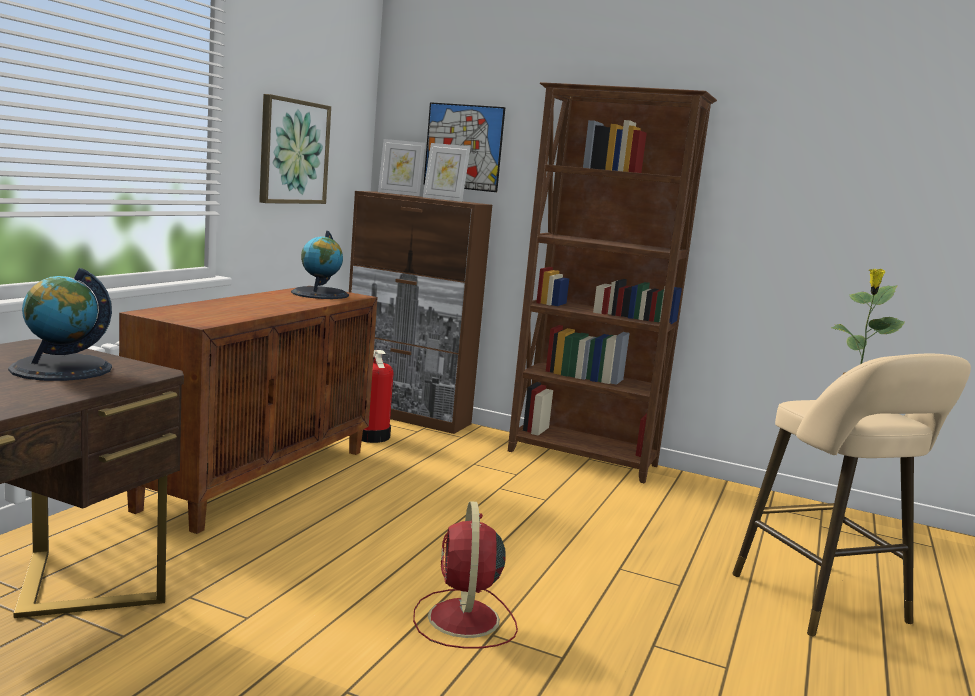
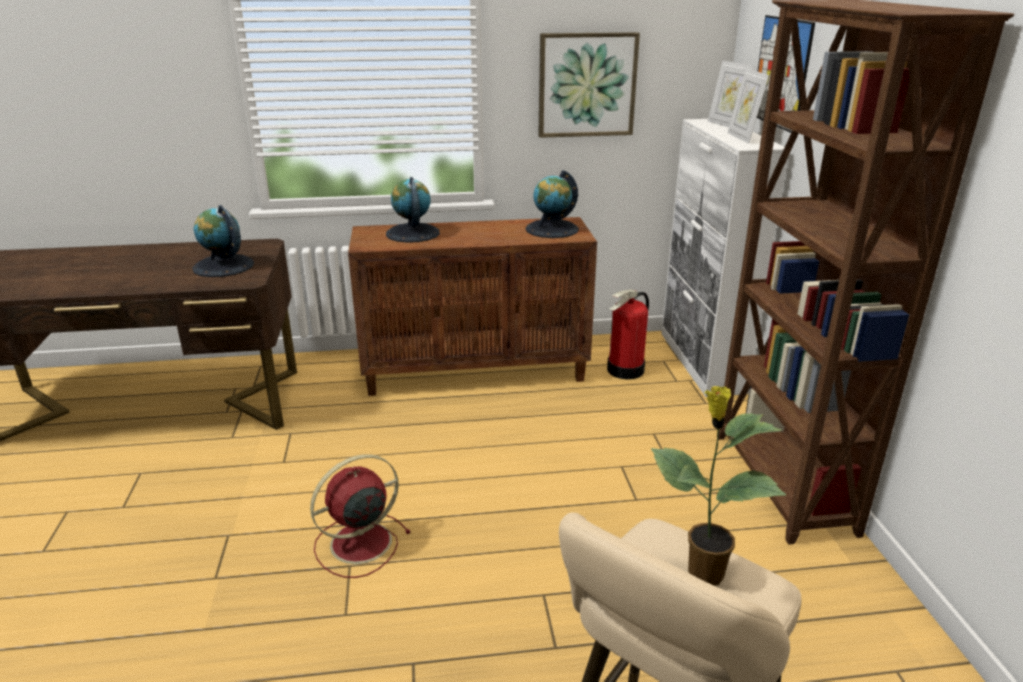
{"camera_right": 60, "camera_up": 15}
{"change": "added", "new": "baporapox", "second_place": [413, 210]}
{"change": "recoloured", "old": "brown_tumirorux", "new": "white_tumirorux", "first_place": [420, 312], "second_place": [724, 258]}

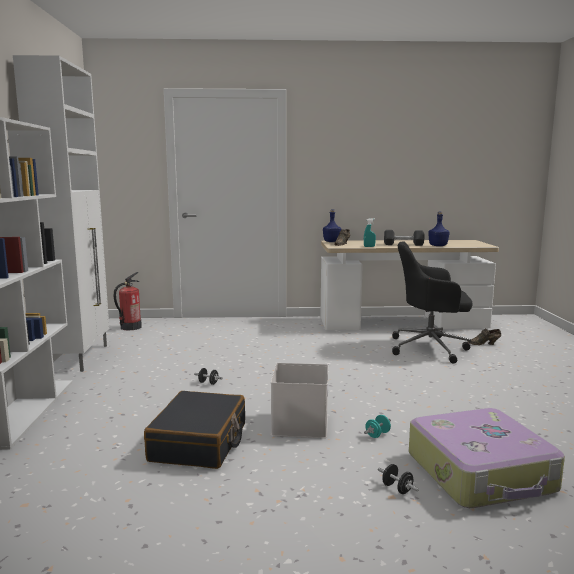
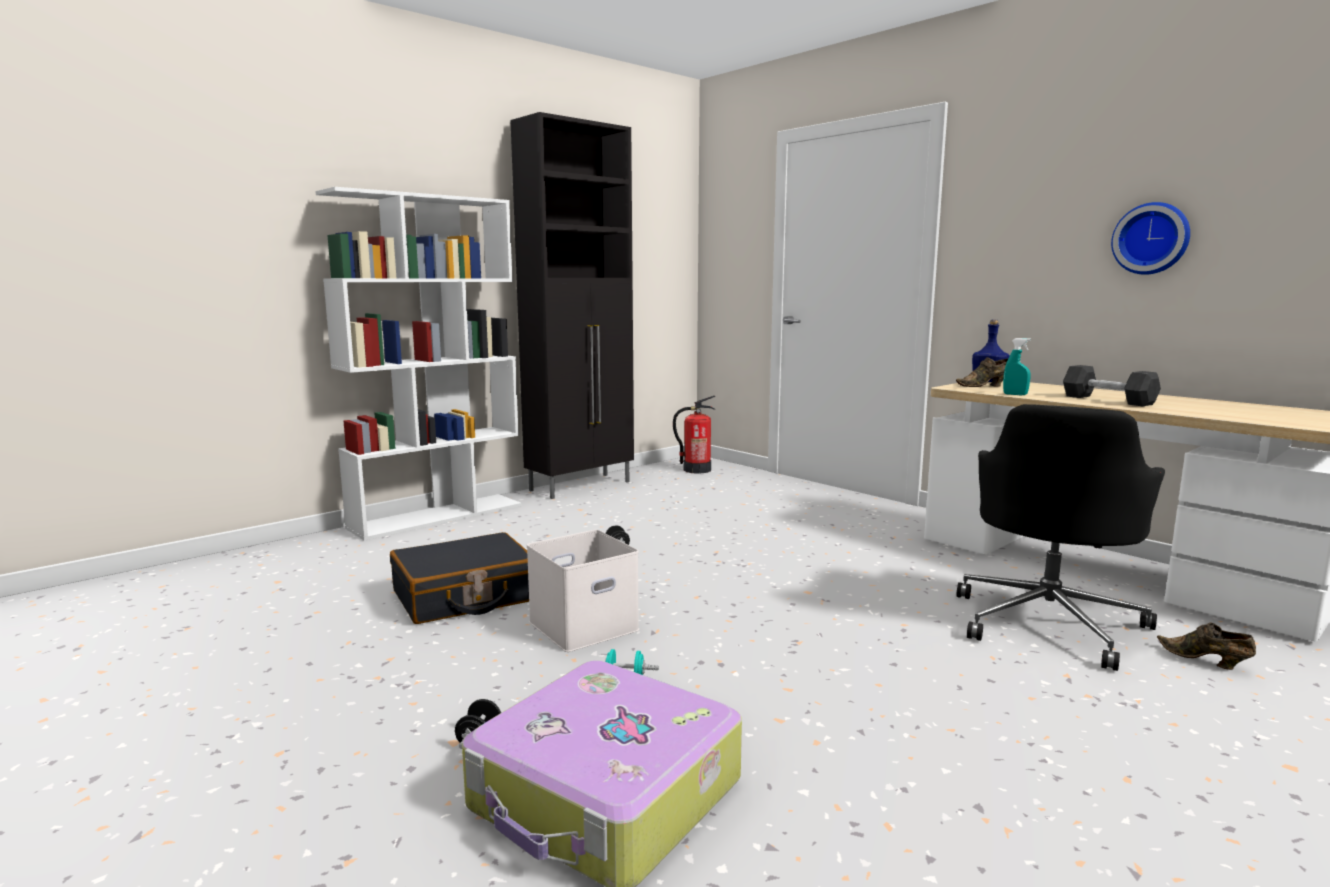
{"camera_right": 50, "camera_up": 0}
{"change": "removed", "old": "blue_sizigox", "first_place": [439, 229]}
{"change": "added", "new": "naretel", "second_place": [1150, 238]}
{"change": "recoloured", "old": "white_tumirorux", "new": "black_tumirorux", "first_place": [61, 213], "second_place": [572, 305]}
{"change": "turned", "old": "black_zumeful", "first_place": [432, 303], "second_place": [1061, 537], "degrees": -120}

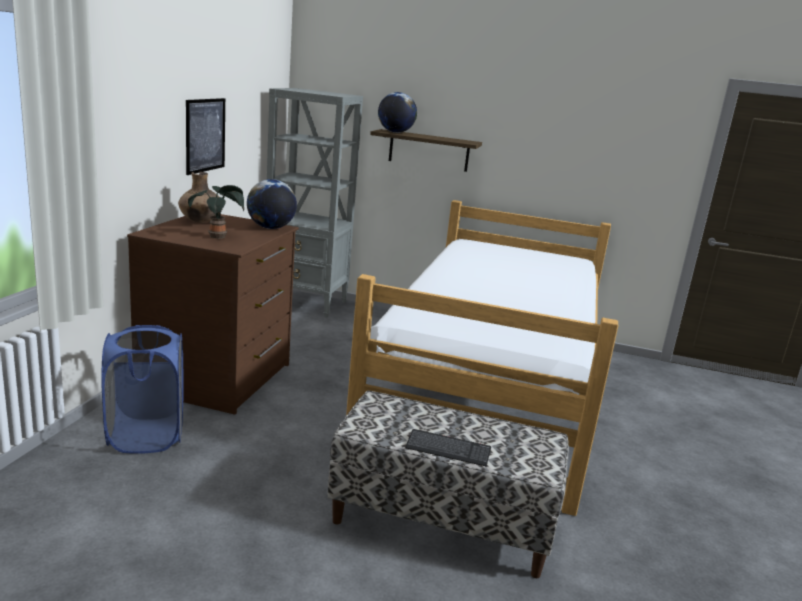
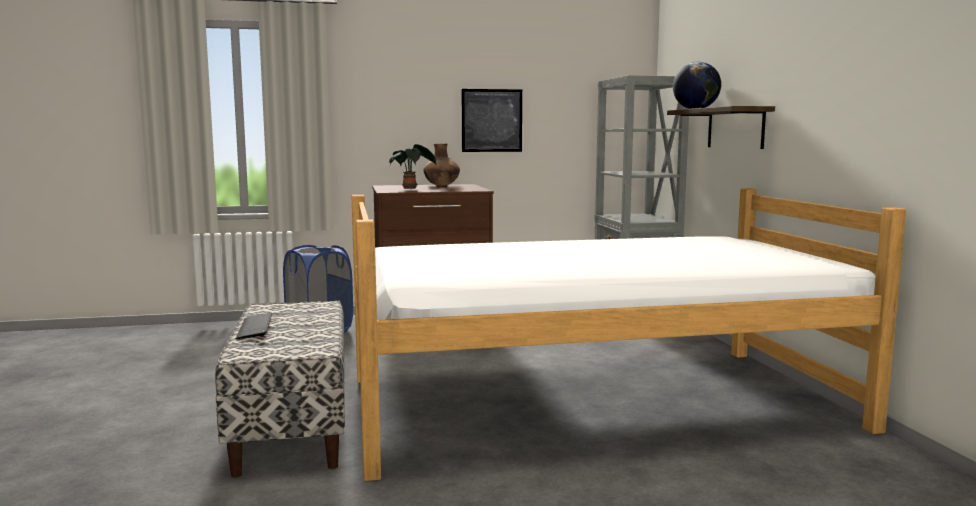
{"camera_right": 65, "camera_up": -10}
{"change": "removed", "old": "baporapox", "first_place": [272, 204]}

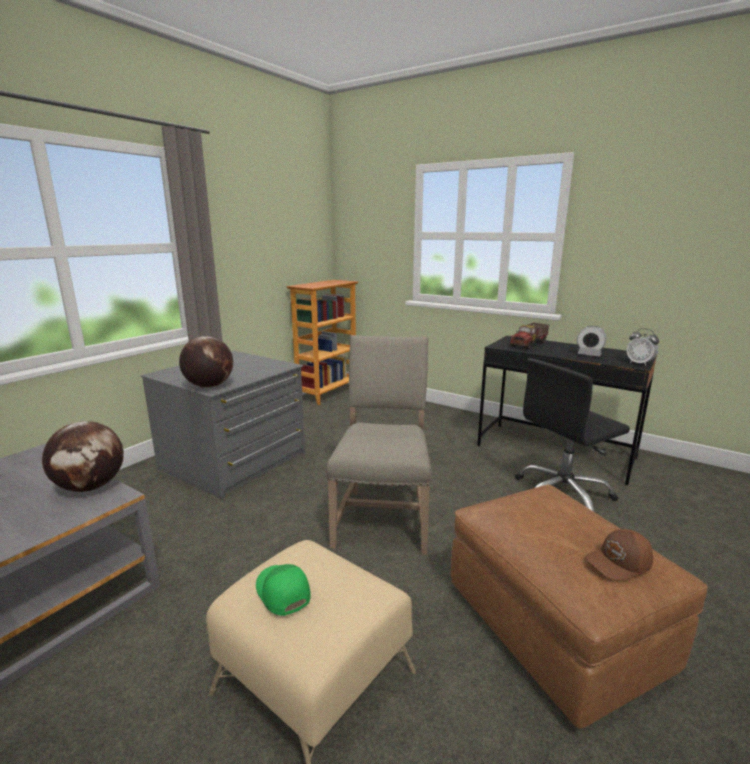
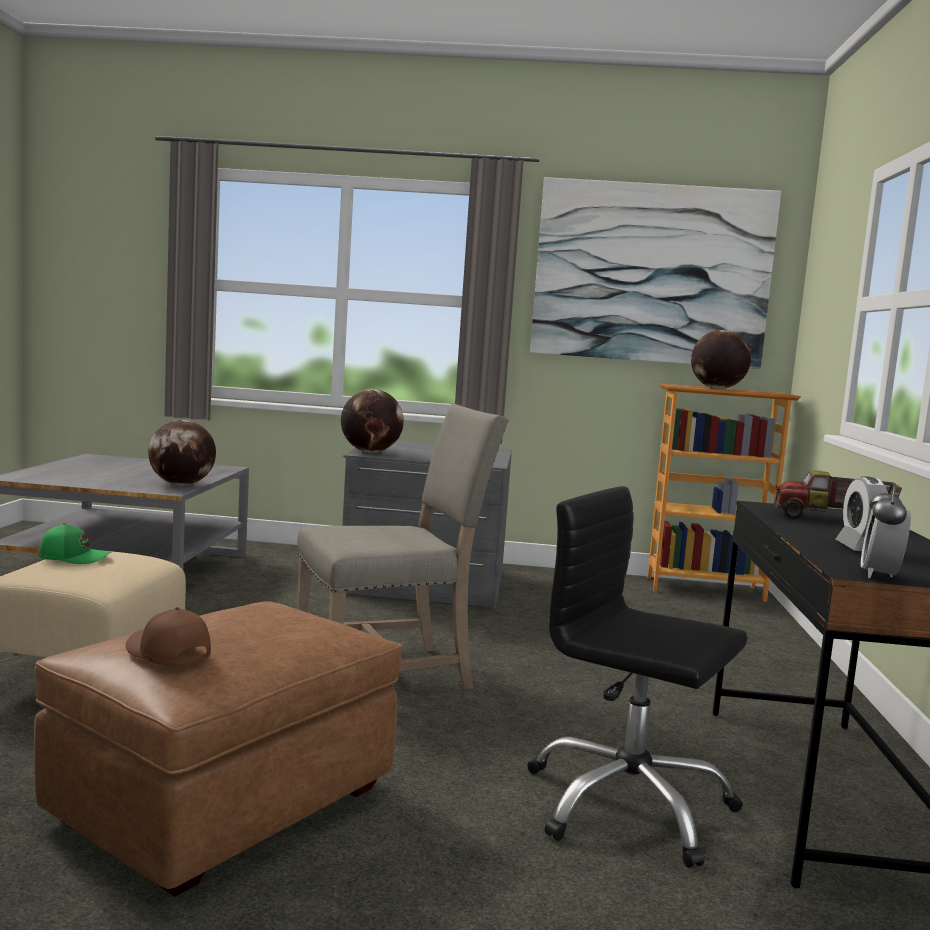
{"camera_right": 60, "camera_up": -10}
{"change": "added", "new": "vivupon", "second_place": [655, 273]}
{"change": "added", "new": "baporapox", "second_place": [721, 359]}
{"change": "turned", "old": "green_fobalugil", "first_place": [283, 590], "second_place": [75, 543], "degrees": 60}

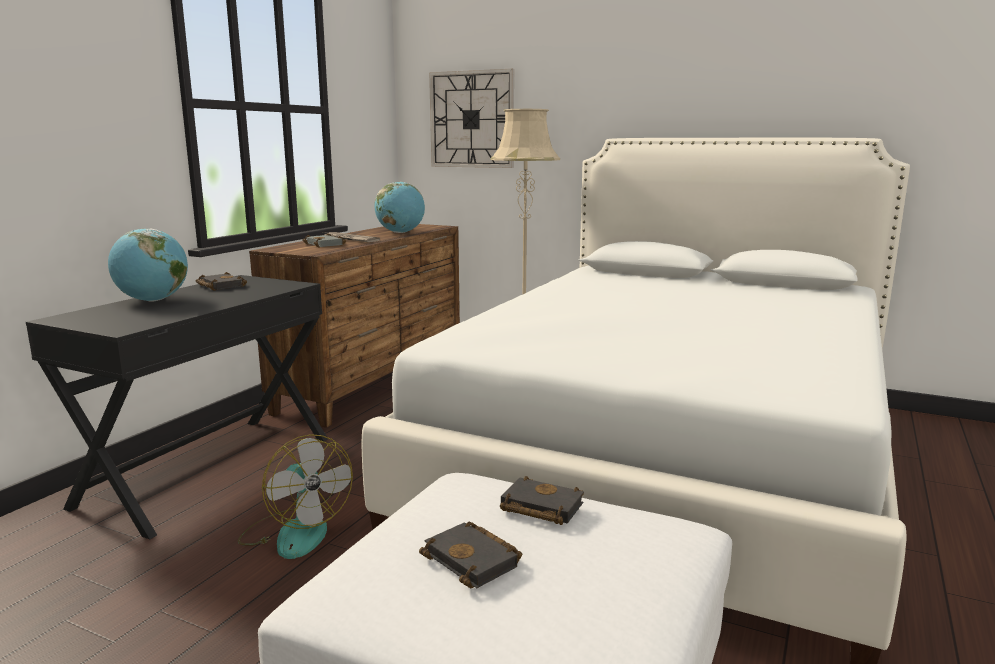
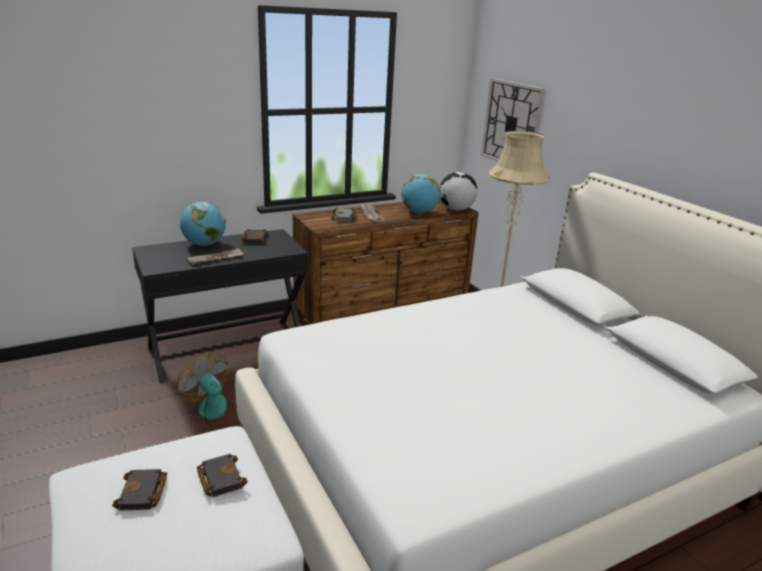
{"camera_right": 35, "camera_up": 10}
{"change": "added", "new": "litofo", "second_place": [216, 257]}
{"change": "added", "new": "baporapox", "second_place": [459, 191]}
{"change": "turned", "old": "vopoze", "first_place": [295, 496], "second_place": [208, 391], "degrees": 135}

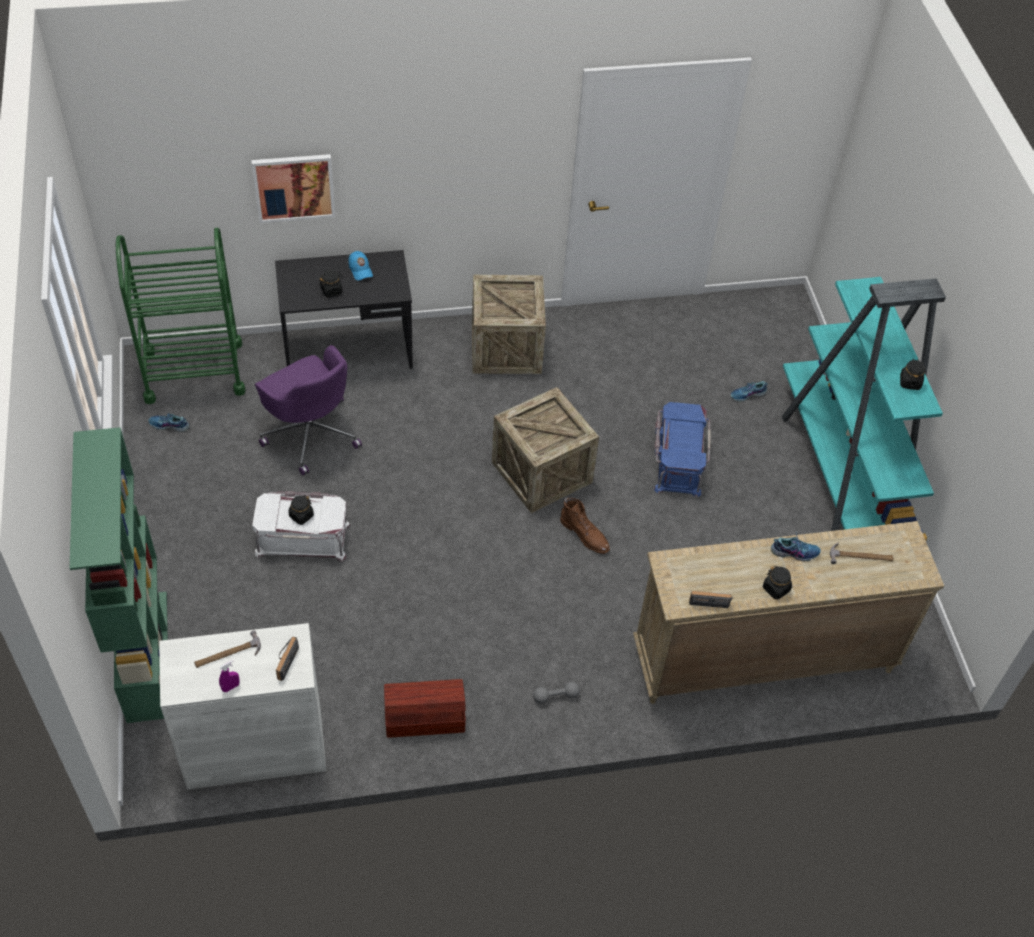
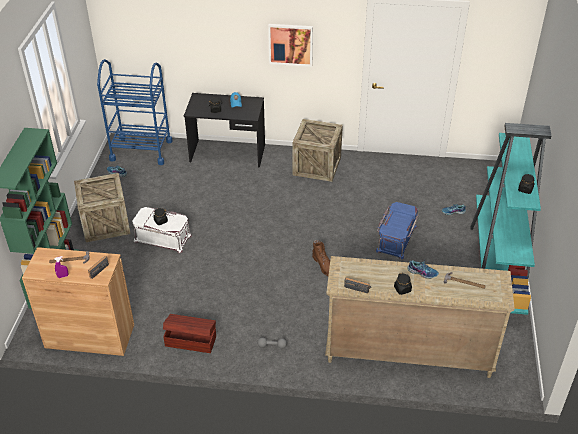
{"camera_right": 20, "camera_up": -10}
{"change": "removed", "old": "purple_zumeful", "first_place": [308, 410]}
{"change": "moved", "old": "vivupon", "first_place": [293, 188], "second_place": [290, 45]}
{"change": "moved", "old": "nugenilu", "first_place": [545, 450], "second_place": [102, 207]}
{"change": "recoloured", "old": "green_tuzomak", "new": "blue_tuzomak", "first_place": [181, 315], "second_place": [135, 112]}
{"change": "recoloured", "old": "white_tumirorux", "new": "brown_tumirorux", "first_place": [242, 706], "second_place": [78, 301]}

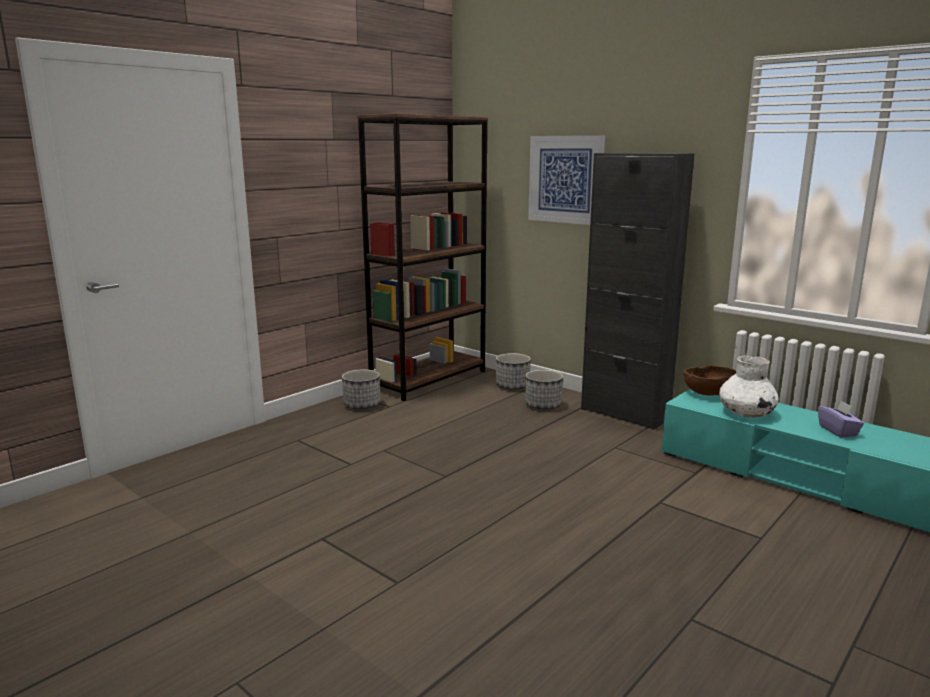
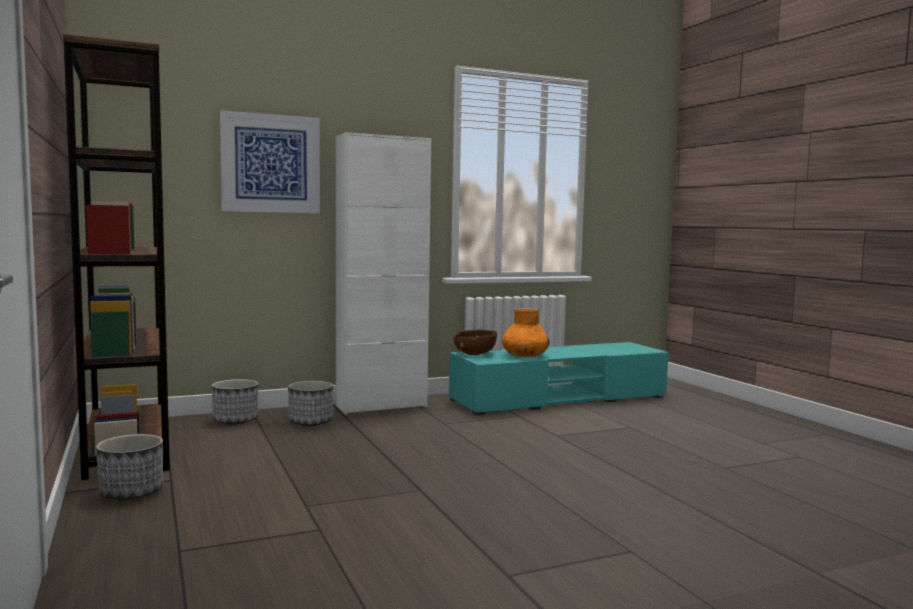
{"camera_right": -65, "camera_up": -10}
{"change": "removed", "old": "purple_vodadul", "first_place": [841, 418]}
{"change": "recoloured", "old": "black_tumirorux", "new": "white_tumirorux", "first_place": [637, 291], "second_place": [383, 273]}
{"change": "recoloured", "old": "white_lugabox", "new": "orange_lugabox", "first_place": [749, 386], "second_place": [526, 332]}

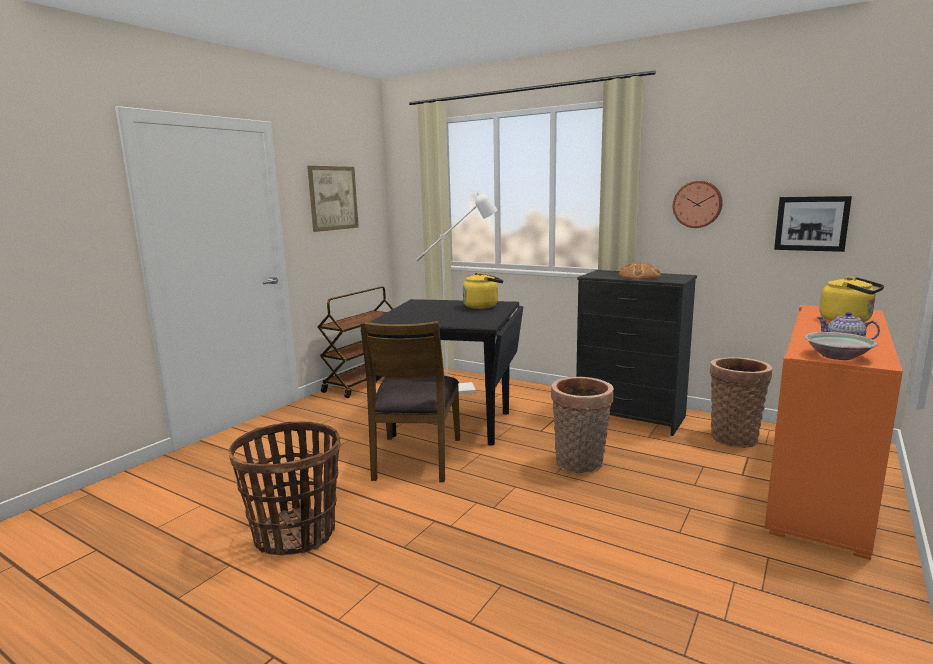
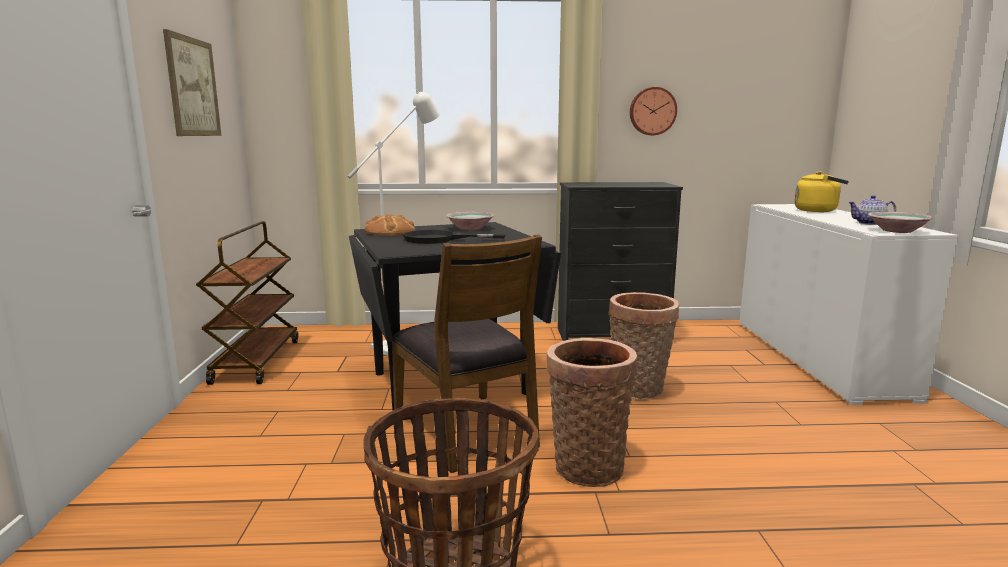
{"camera_right": -35, "camera_up": 0}
{"change": "removed", "old": "vivupon", "first_place": [813, 224]}
{"change": "added", "new": "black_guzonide", "second_place": [454, 237]}
{"change": "moved", "old": "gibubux", "first_place": [640, 271], "second_place": [390, 224]}
{"change": "moved", "old": "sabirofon", "first_place": [741, 402], "second_place": [591, 412]}
{"change": "replaced", "old": "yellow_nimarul", "new": "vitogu", "first_place": [483, 291], "second_place": [470, 221]}
{"change": "recoloured", "old": "orange_tumirorux", "new": "white_tumirorux", "first_place": [833, 432], "second_place": [849, 304]}

